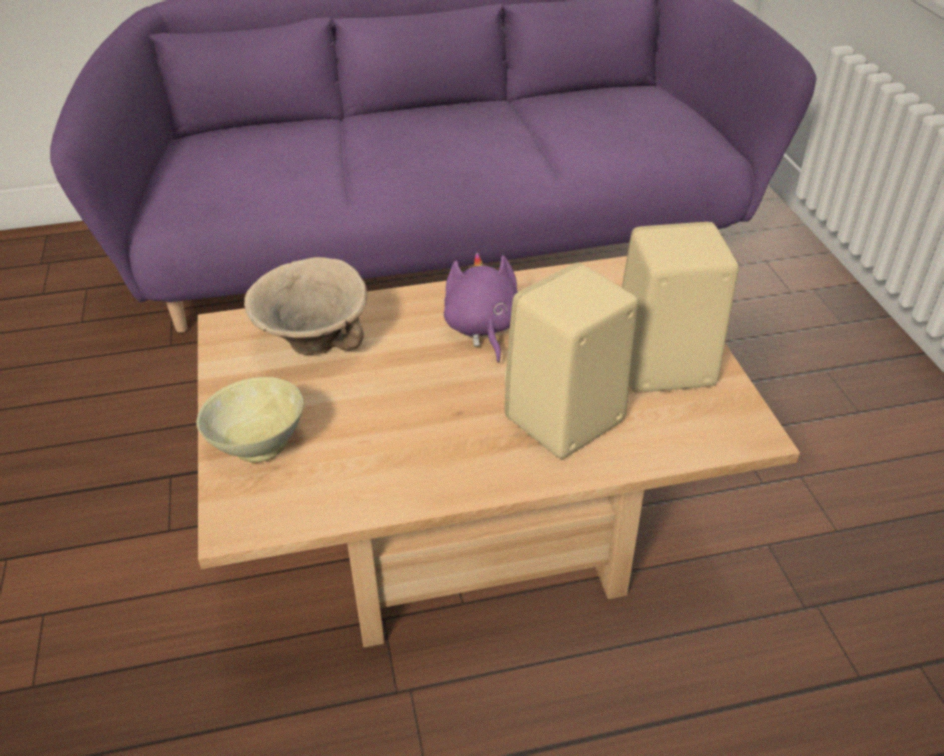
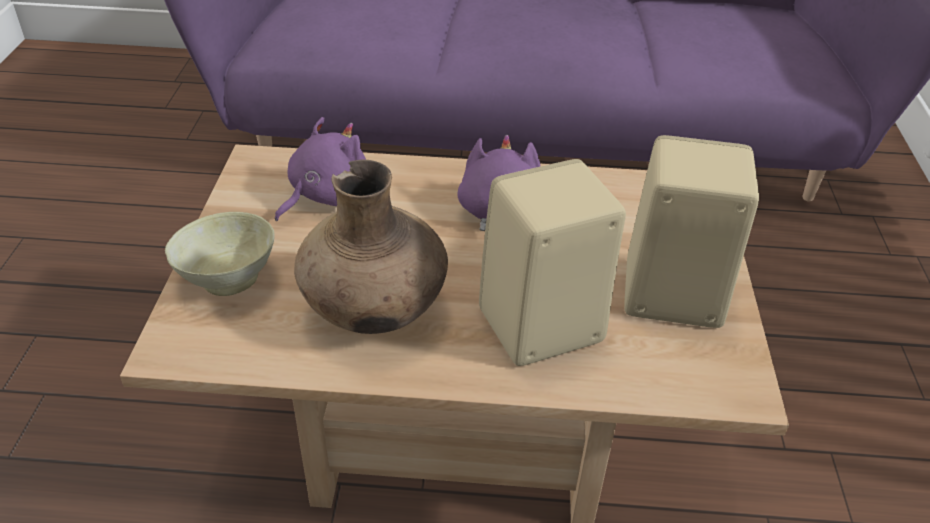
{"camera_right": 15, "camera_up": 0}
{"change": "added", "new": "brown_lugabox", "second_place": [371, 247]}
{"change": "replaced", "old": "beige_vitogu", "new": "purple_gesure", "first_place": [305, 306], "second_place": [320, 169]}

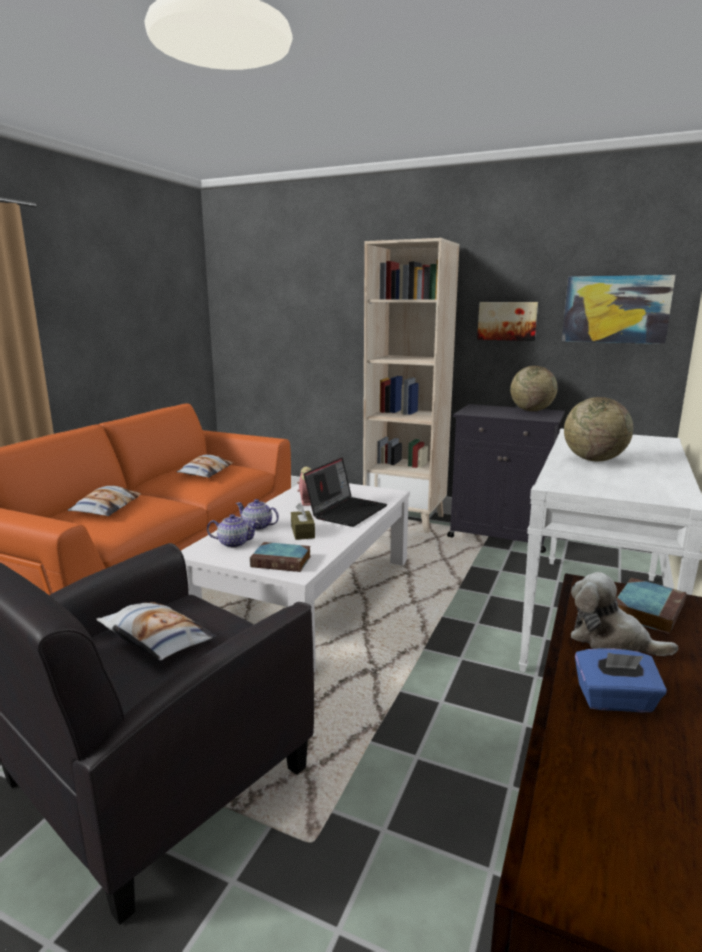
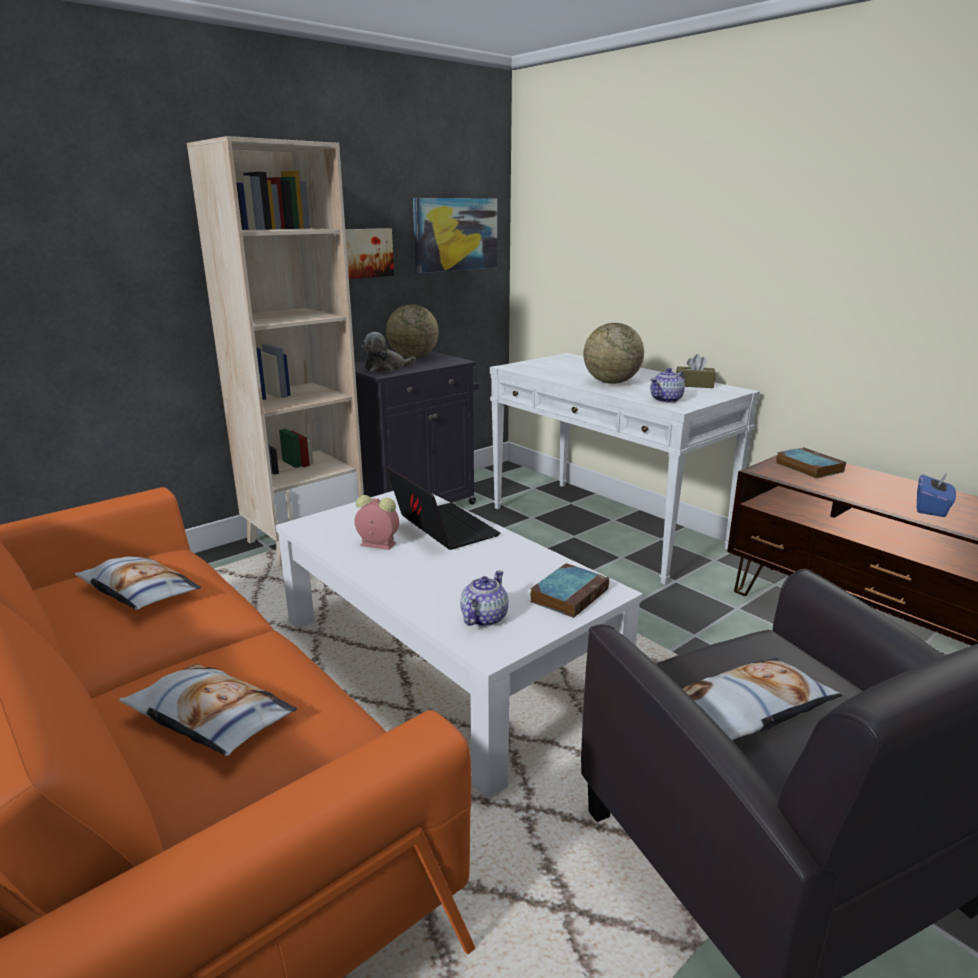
{"camera_right": -65, "camera_up": 5}
{"change": "moved", "old": "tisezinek", "first_place": [257, 514], "second_place": [667, 385]}
{"change": "moved", "old": "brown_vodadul", "first_place": [303, 521], "second_place": [696, 371]}
{"change": "moved", "old": "gesure", "first_place": [624, 614], "second_place": [388, 352]}

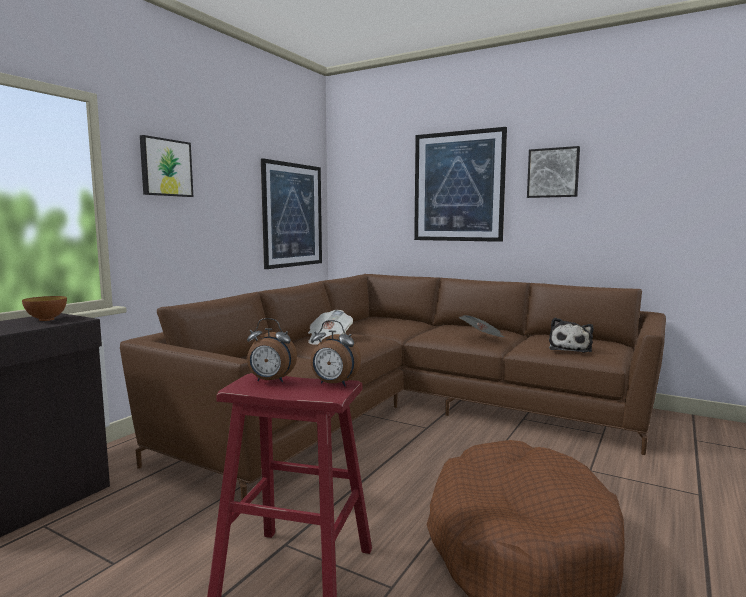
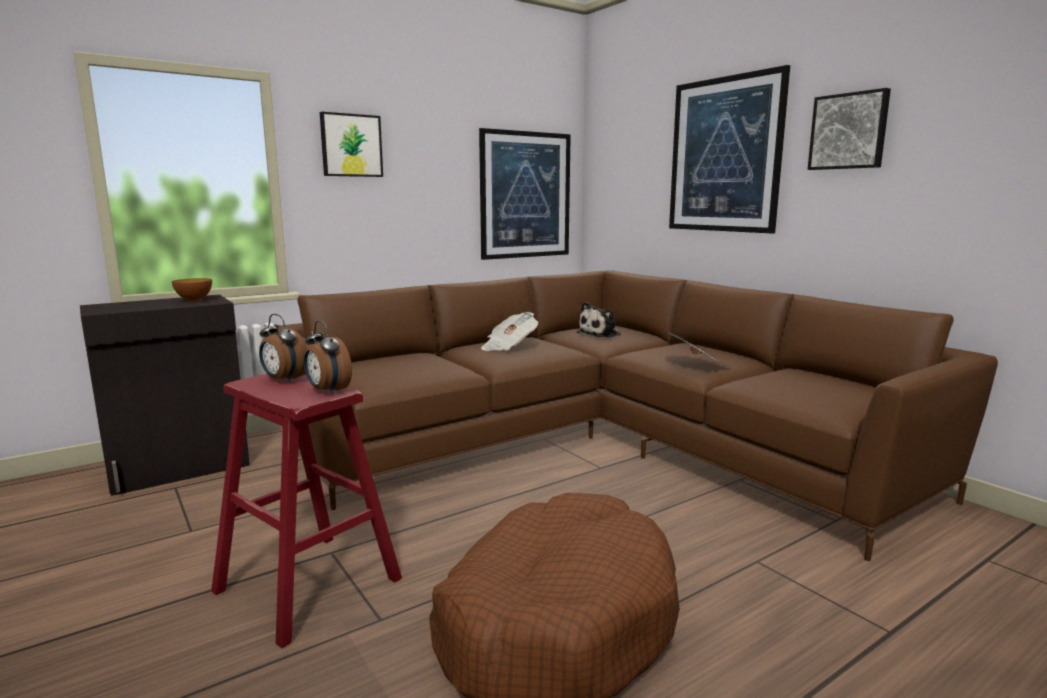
{"camera_right": 25, "camera_up": 5}
{"change": "moved", "old": "gesure", "first_place": [571, 335], "second_place": [599, 320]}

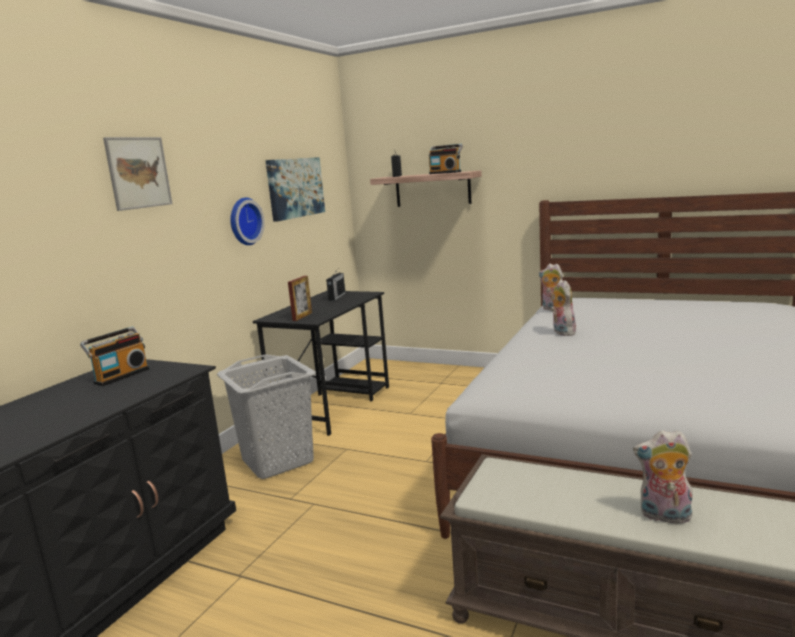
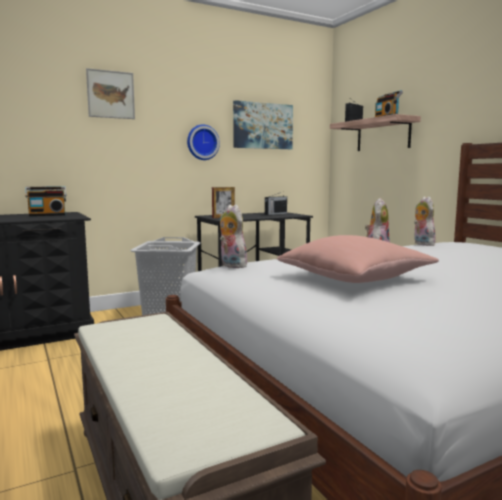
{"camera_right": 35, "camera_up": -5}
{"change": "added", "new": "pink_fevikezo", "second_place": [358, 259]}
{"change": "moved", "old": "gesure", "first_place": [663, 476], "second_place": [233, 236]}

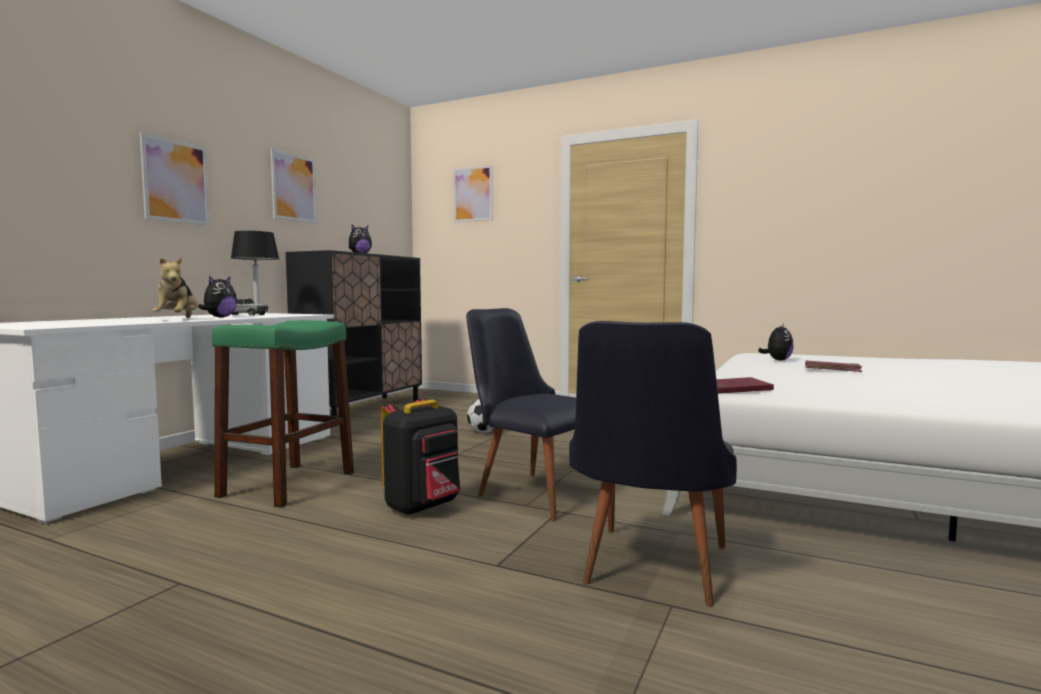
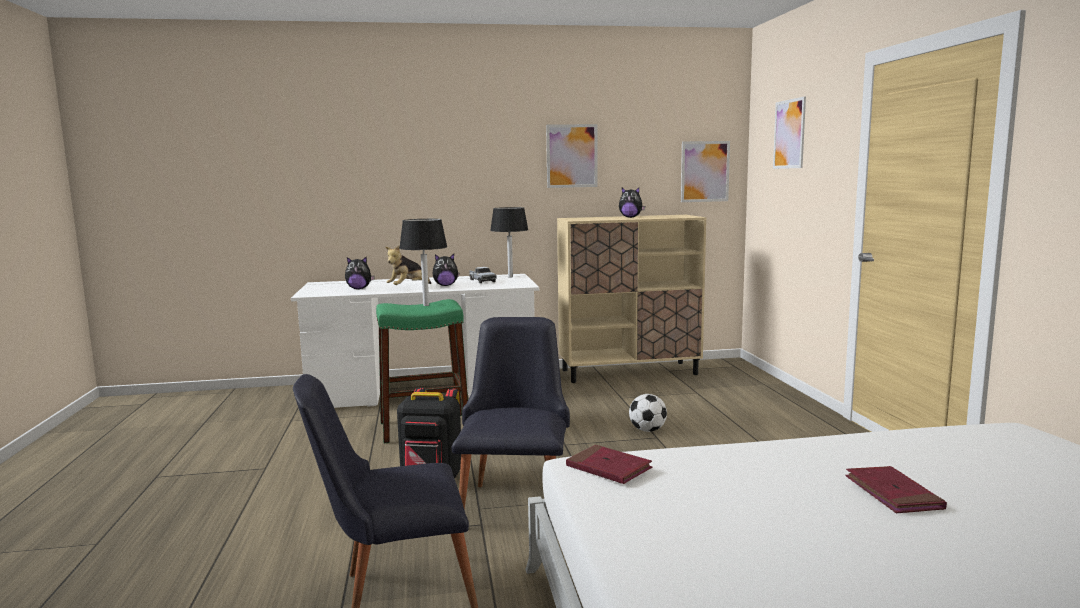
{"camera_right": 55, "camera_up": 5}
{"change": "added", "new": "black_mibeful", "second_place": [423, 262]}
{"change": "moved", "old": "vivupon", "first_place": [175, 179], "second_place": [705, 171]}
{"change": "moved", "old": "gesure", "first_place": [776, 342], "second_place": [360, 273]}
{"change": "recoloured", "old": "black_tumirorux", "new": "beige_tumirorux", "first_place": [353, 333], "second_place": [631, 299]}

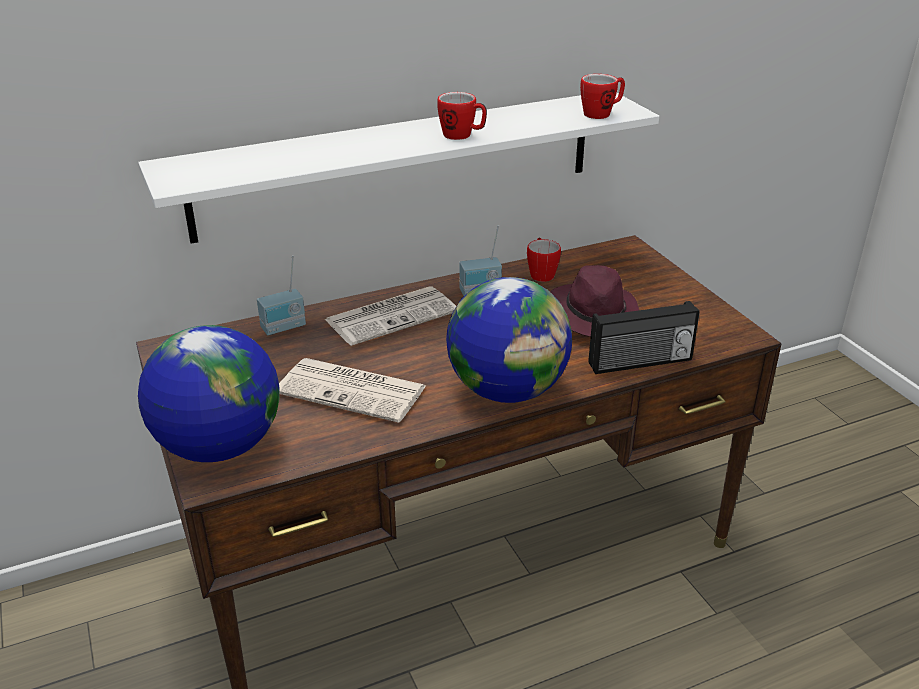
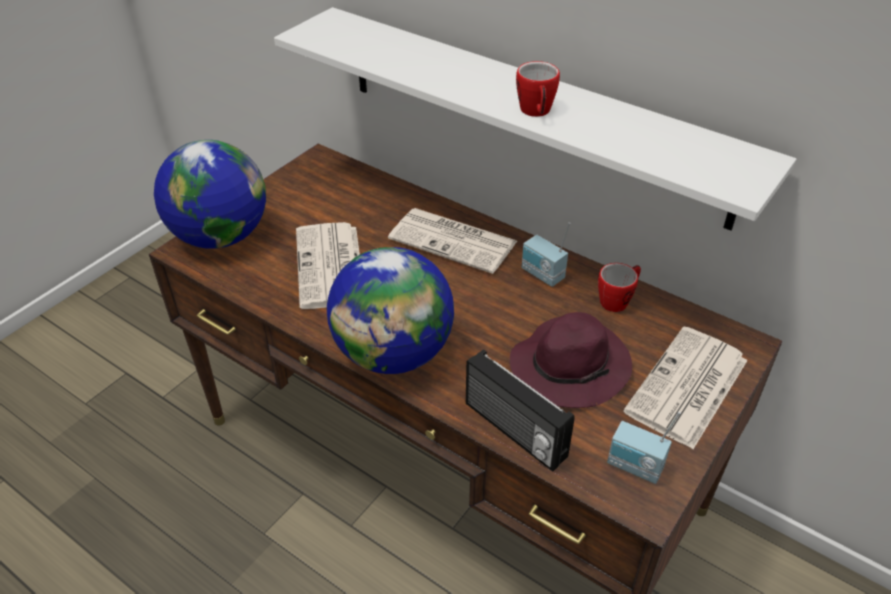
{"camera_right": 60, "camera_up": 10}
{"change": "removed", "old": "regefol", "first_place": [602, 96]}
{"change": "added", "new": "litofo", "second_place": [685, 387]}
{"change": "moved", "old": "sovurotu", "first_place": [281, 295], "second_place": [644, 448]}

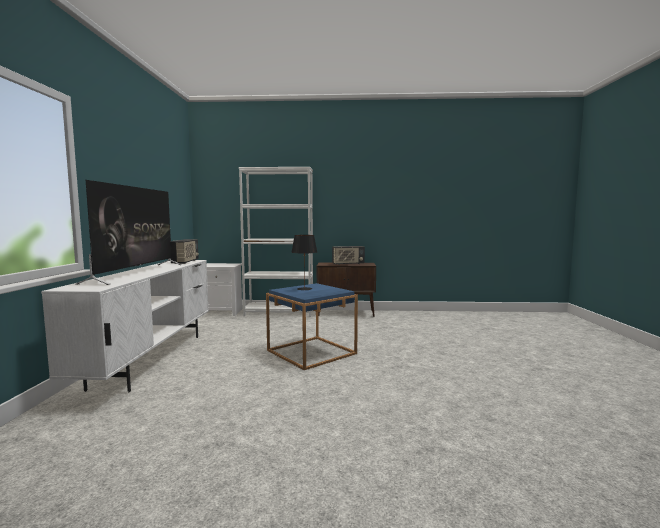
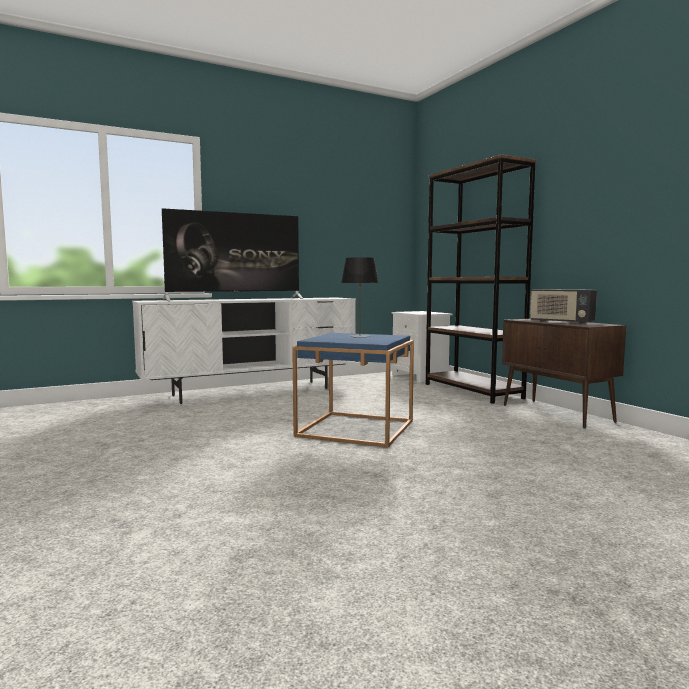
{"camera_right": 60, "camera_up": 0}
{"change": "removed", "old": "sovurotu", "first_place": [185, 251]}
{"change": "recoloured", "old": "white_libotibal", "new": "brown_libotibal", "first_place": [276, 242], "second_place": [481, 279]}

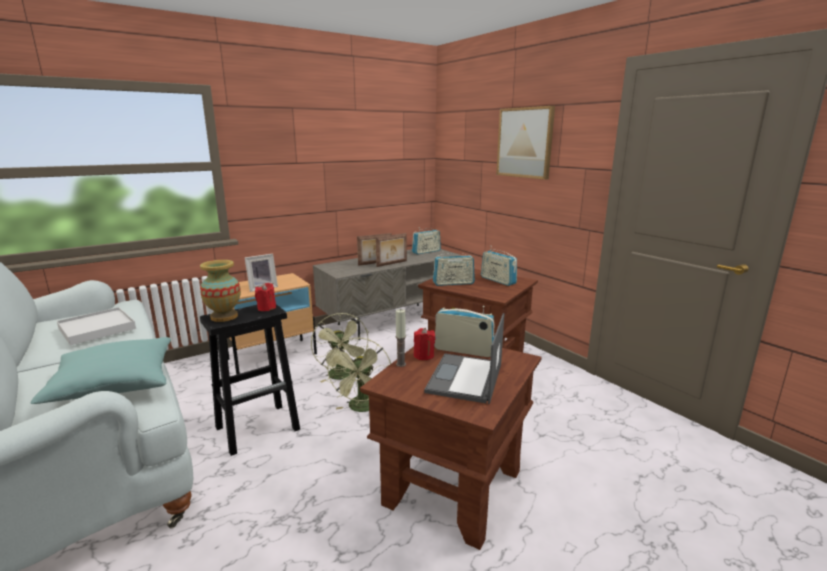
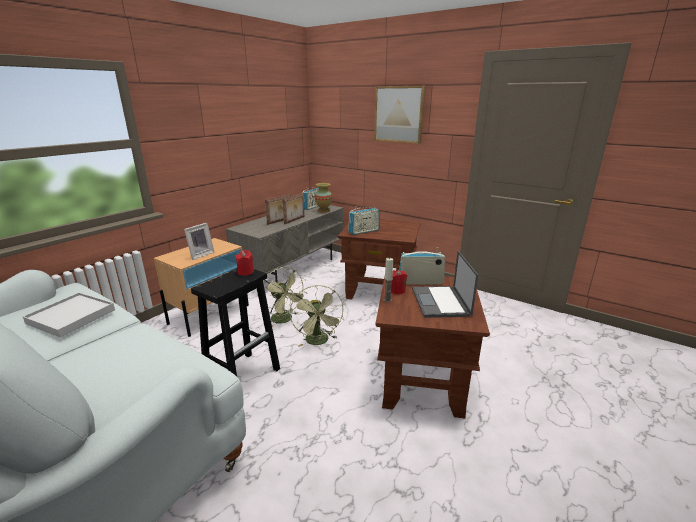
{"camera_right": -20, "camera_up": 5}
{"change": "removed", "old": "turquoise_fevikezo", "first_place": [101, 370]}
{"change": "removed", "old": "sovurotu", "first_place": [499, 266]}
{"change": "moved", "old": "lugabox", "first_place": [220, 291], "second_place": [323, 198]}

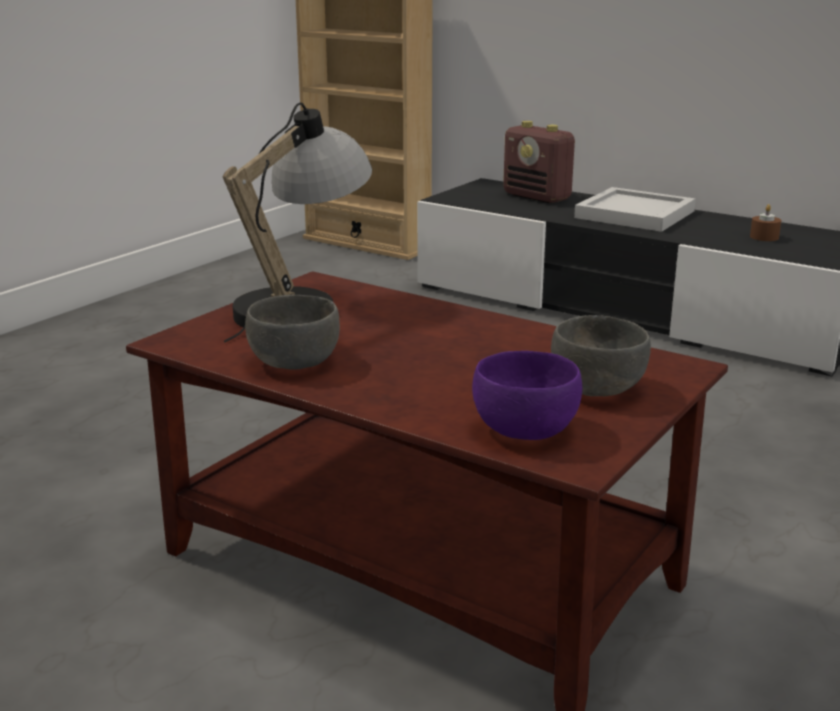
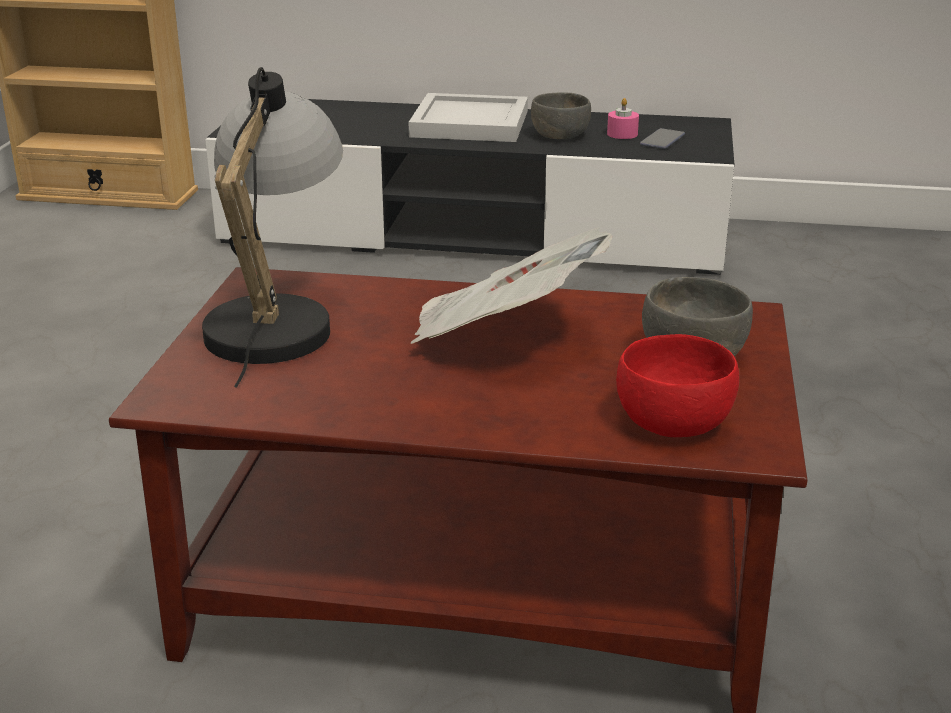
{"camera_right": -25, "camera_up": 5}
{"change": "removed", "old": "sovurotu", "first_place": [539, 162]}
{"change": "added", "new": "litofo", "second_place": [511, 285]}
{"change": "added", "new": "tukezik", "second_place": [662, 138]}
{"change": "moved", "old": "grey_vitogu", "first_place": [292, 332], "second_place": [561, 115]}
{"change": "recoloured", "old": "purple_vitogu", "new": "red_vitogu", "first_place": [527, 395], "second_place": [677, 385]}
{"change": "recoloured", "old": "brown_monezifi", "new": "pink_monezifi", "first_place": [765, 222], "second_place": [623, 118]}

